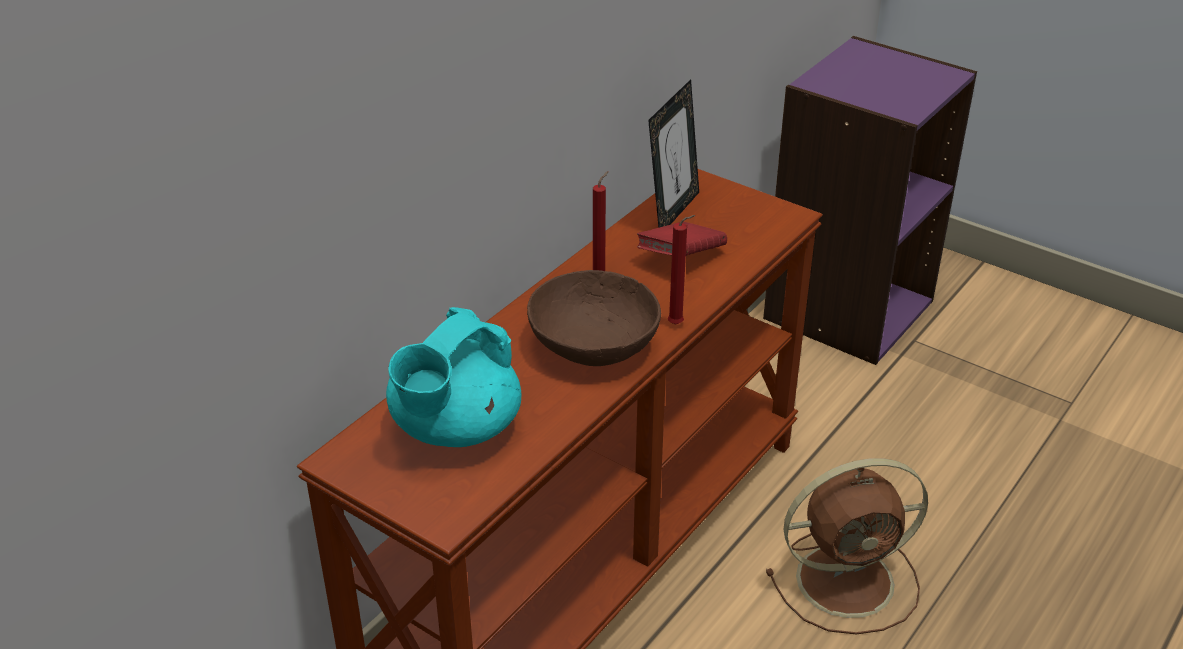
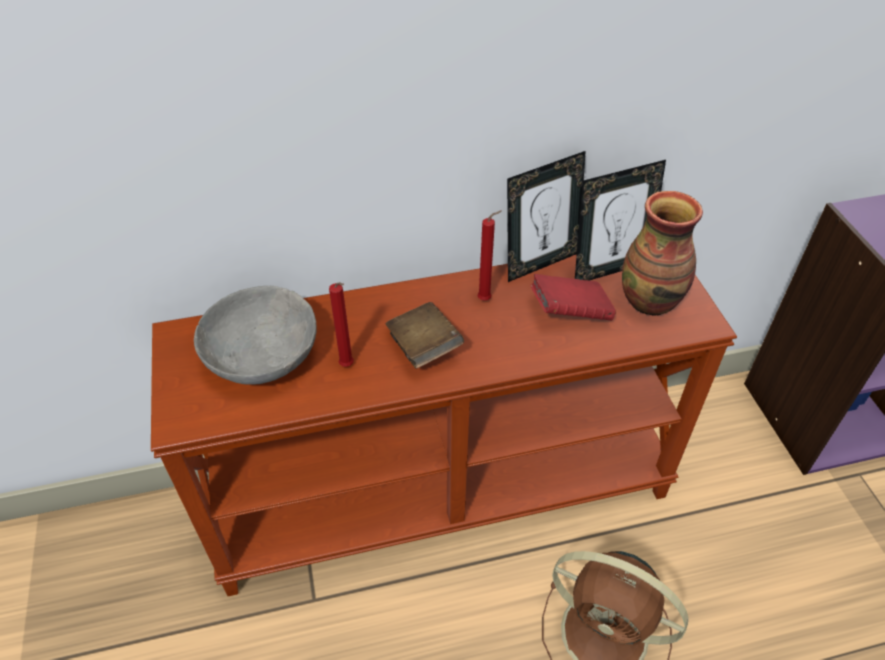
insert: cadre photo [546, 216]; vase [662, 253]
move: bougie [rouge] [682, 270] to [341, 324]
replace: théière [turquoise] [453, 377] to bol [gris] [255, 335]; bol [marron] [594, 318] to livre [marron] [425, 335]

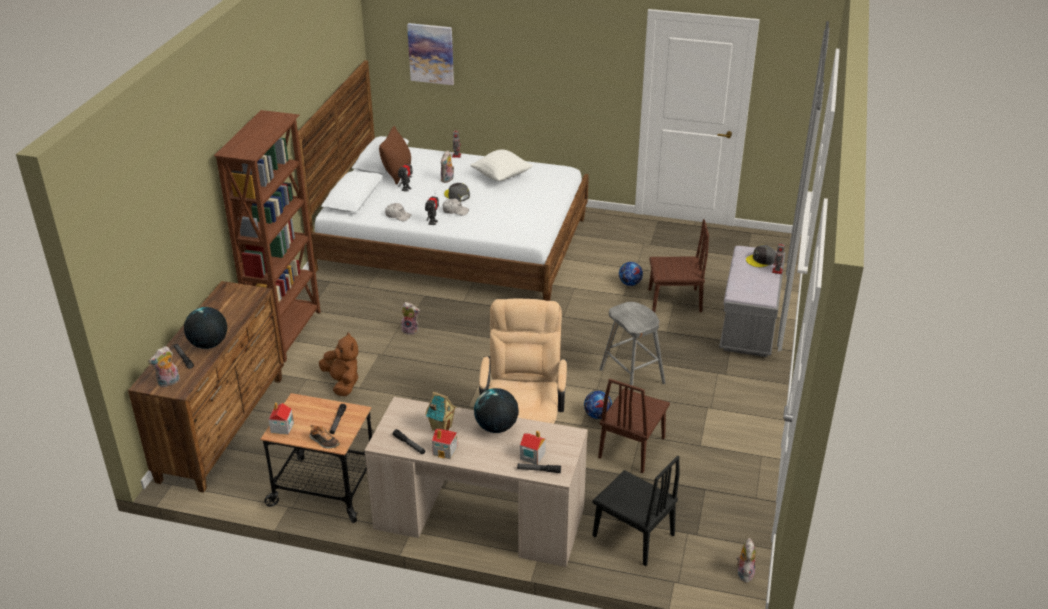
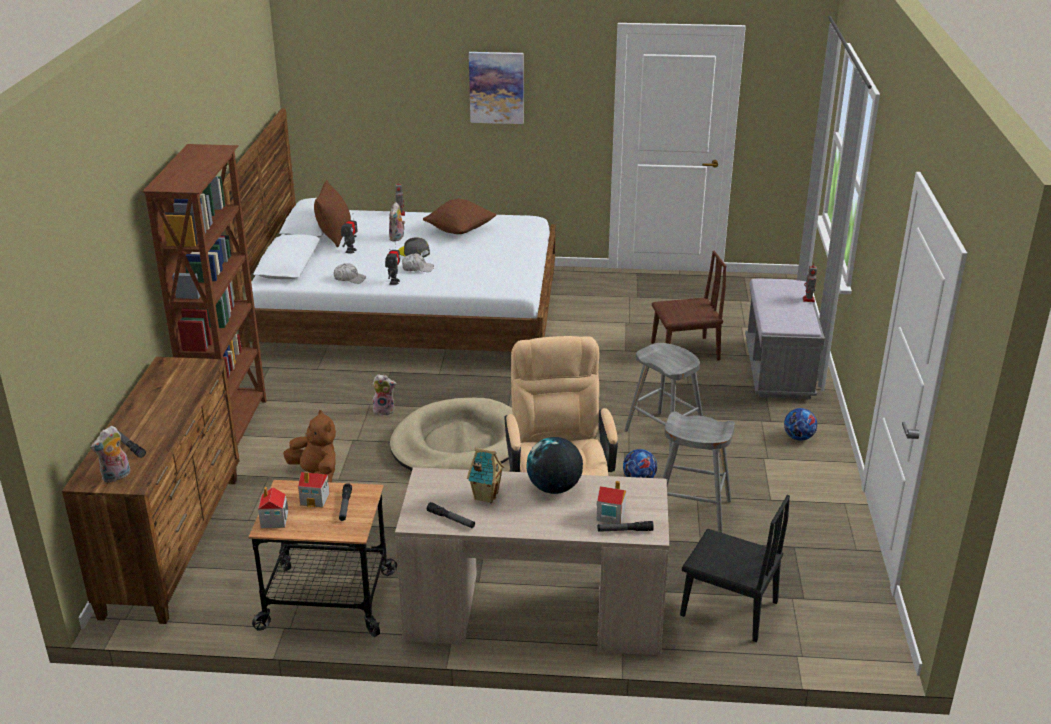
delete: globe [205, 328]; chaussure [324, 437]; peluche [746, 561]; casquette [gris] [761, 256]
insert: panier pour chien [beige] [451, 434]
move: tableau [430, 54] to [496, 88]; maison miniature [445, 444] to [314, 490]; ballon de foot [631, 274] to [800, 424]
replace: chaise [marron] [634, 426] to tabouret [gris] [698, 472]
recolor: coussin [blanc] [501, 165] to coussin [marron] [460, 216]

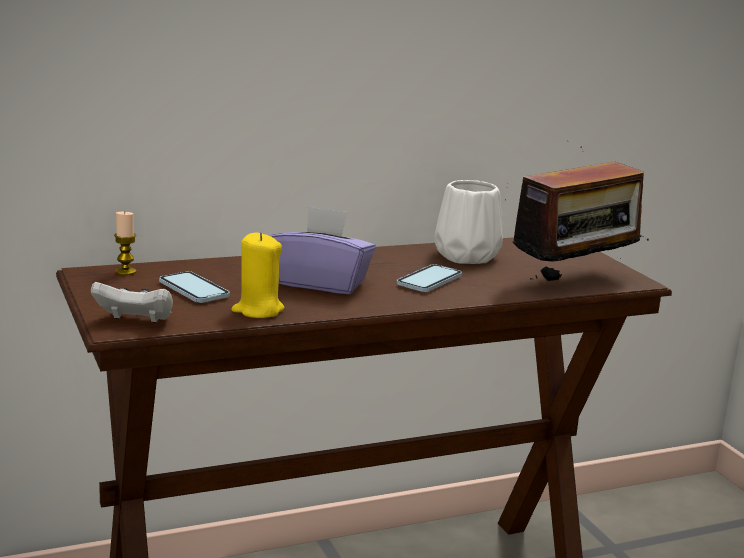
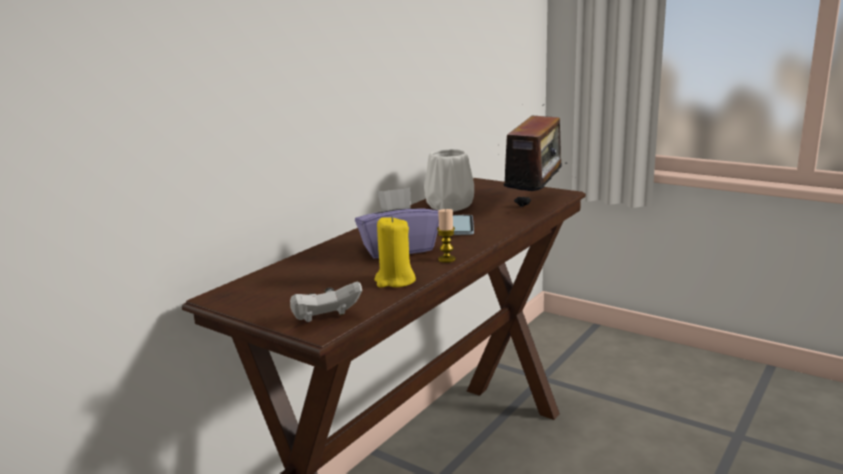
delete: téléphone [194, 287]
move: bougie [125, 244] to [446, 236]

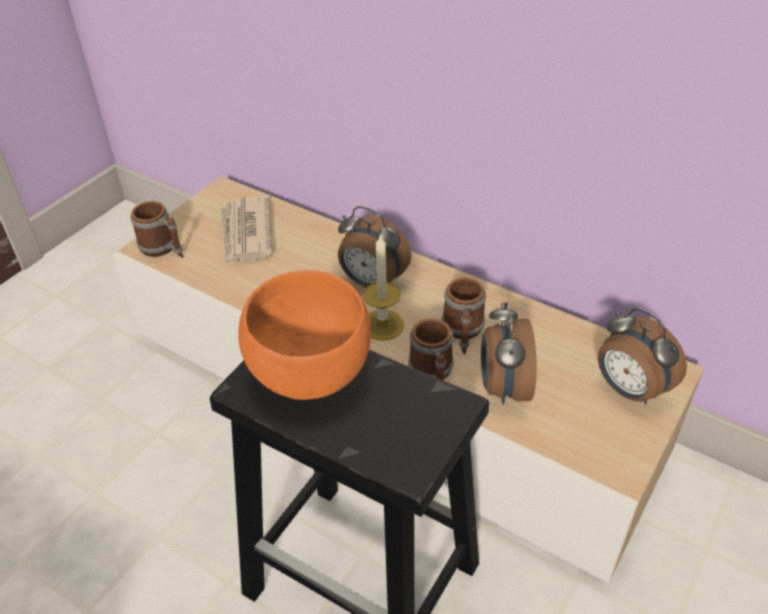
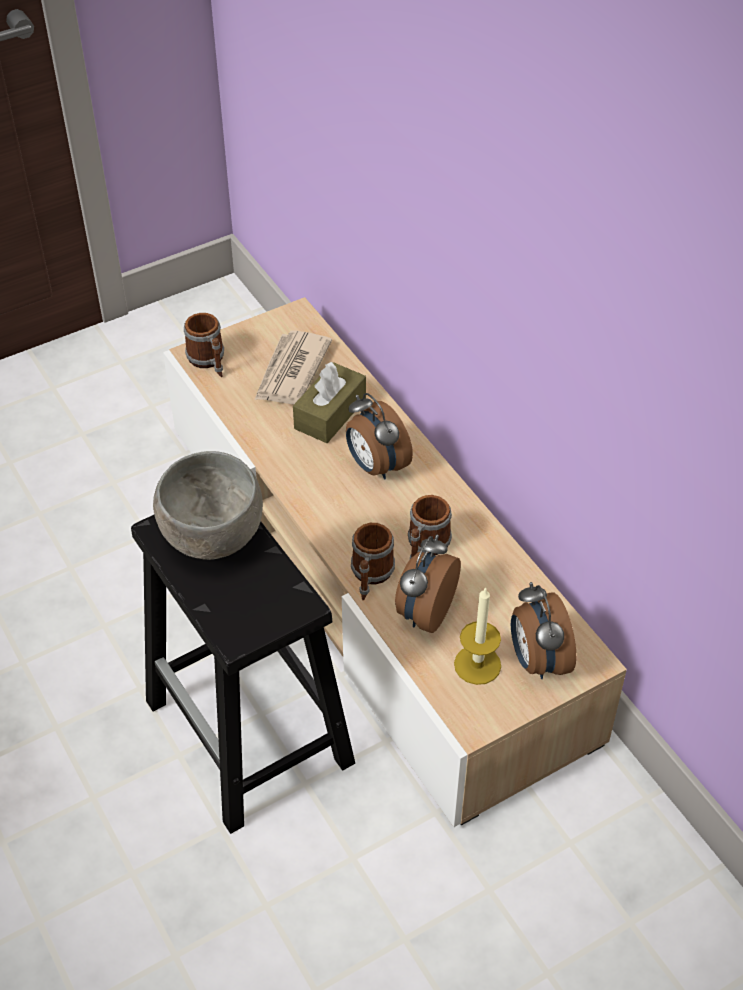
insert: boîte à mouchoirs [marron] [329, 402]
move: bougie [383, 287] to [477, 636]
recolor: bol [orange] [304, 335] to bol [gris] [208, 505]

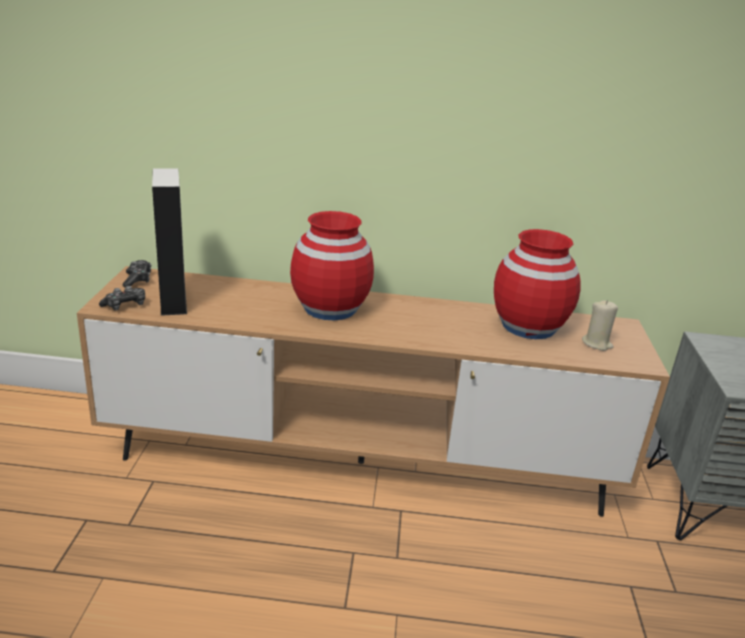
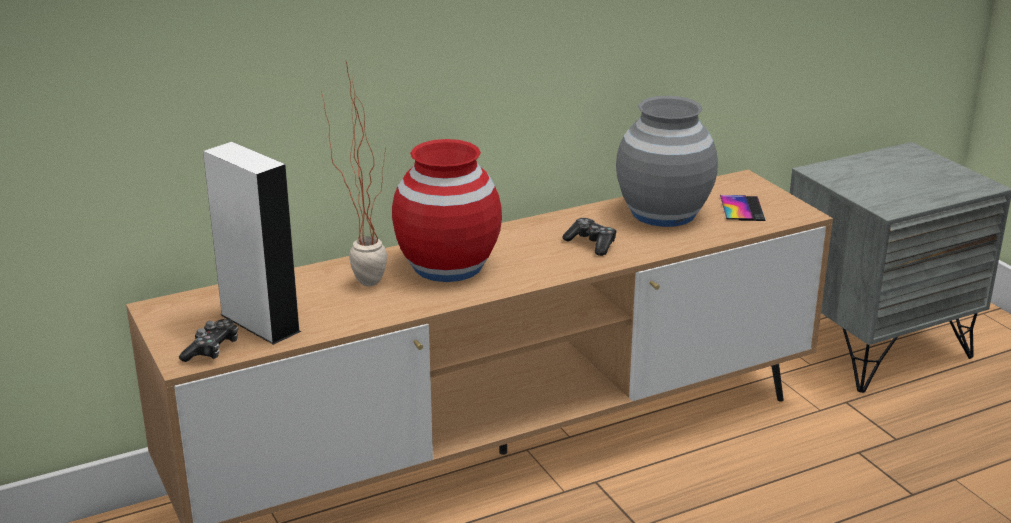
insert: plante en pot [354, 173]
move: manette [136, 273] to [589, 237]
replace: bougie [beige] [600, 325] to téléphone [743, 208]
recolor: vase [rouge] [537, 284] to vase [gris] [667, 161]

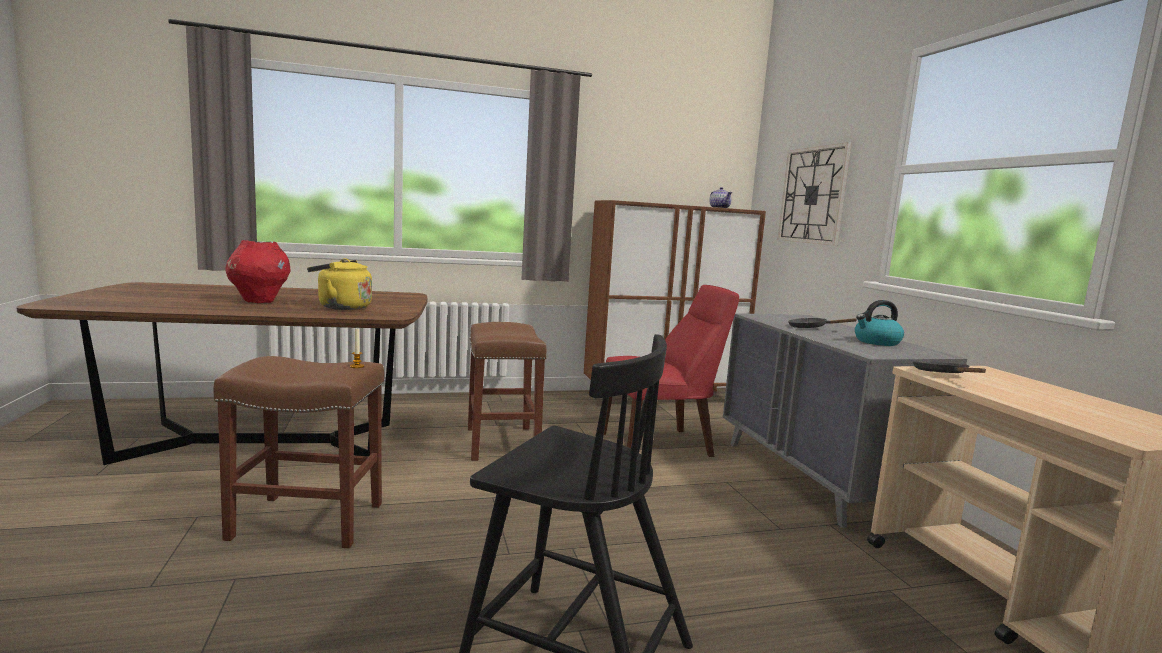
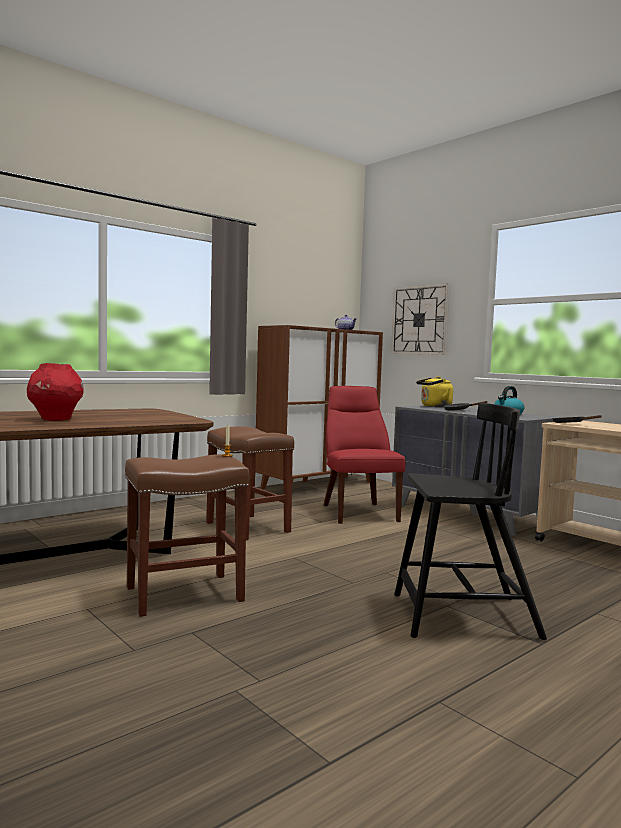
move: bouilloire [jaune] [339, 284] to [434, 391]
rotate: chaise [rouge] [671, 371] = [364, 455] 60 degrees counterclockwise

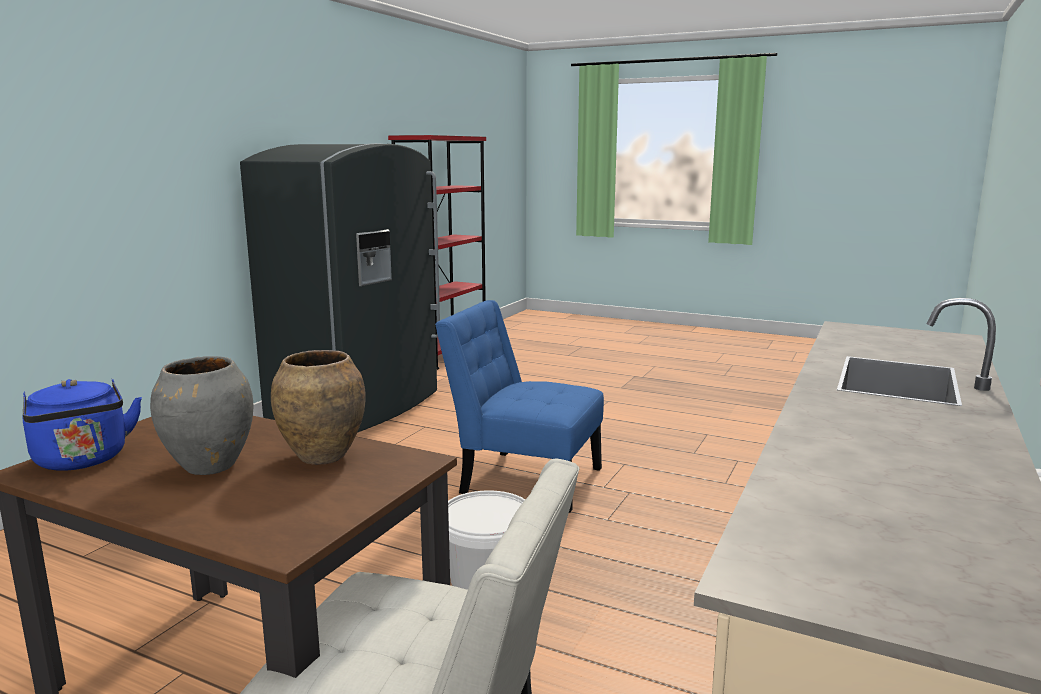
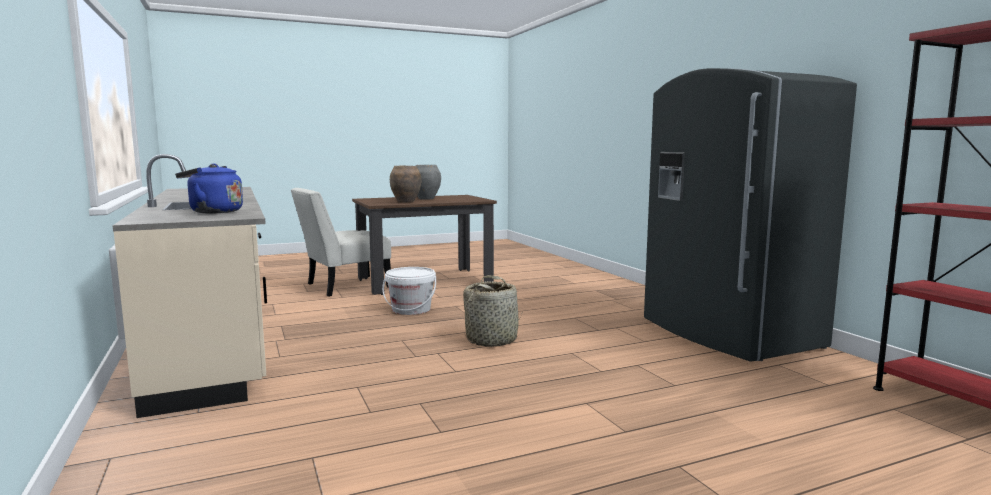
move: bouilloire [bleu] [82, 425] to [209, 188]
replace: chaise [bleu] [519, 406] to panier [493, 311]

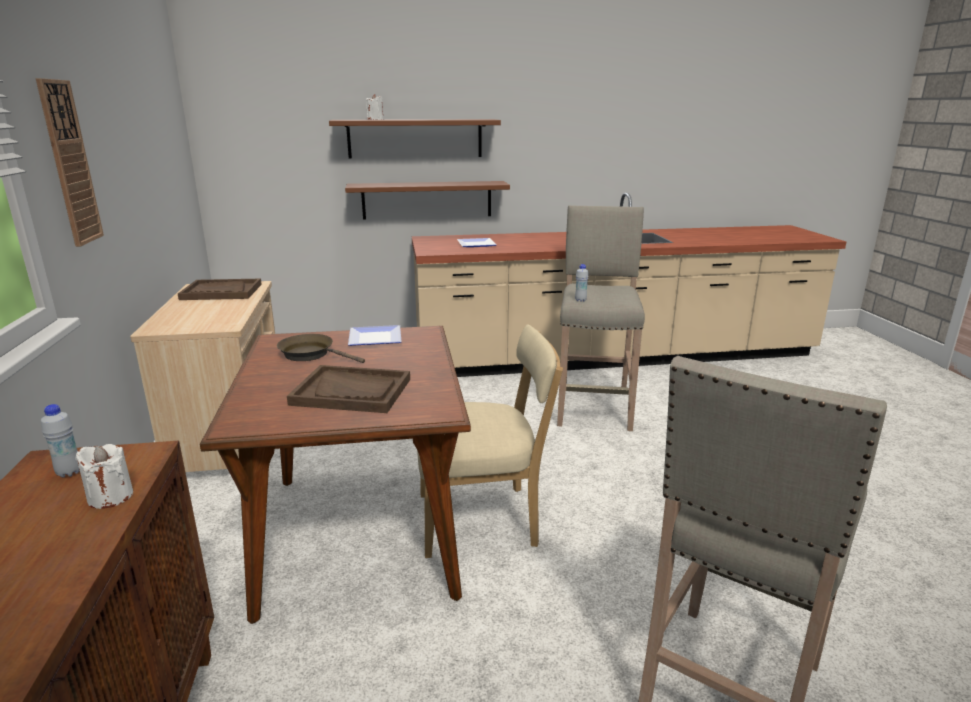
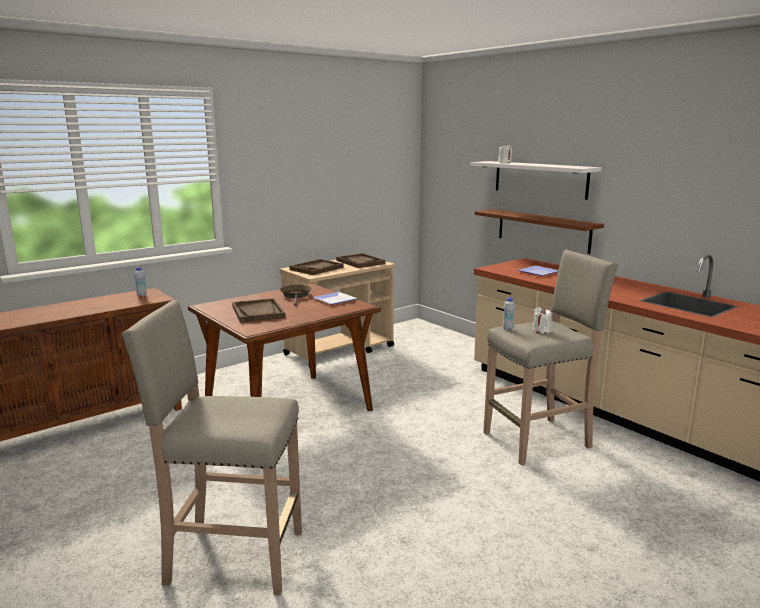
delete: horloge murale [70, 162]; chaise [beige] [490, 441]
insert: plateau [marron] [316, 267]
move: bougie [blanc] [104, 476] to [542, 320]
recolor: étagère [marron] [415, 138] to étagère [blanc] [536, 180]

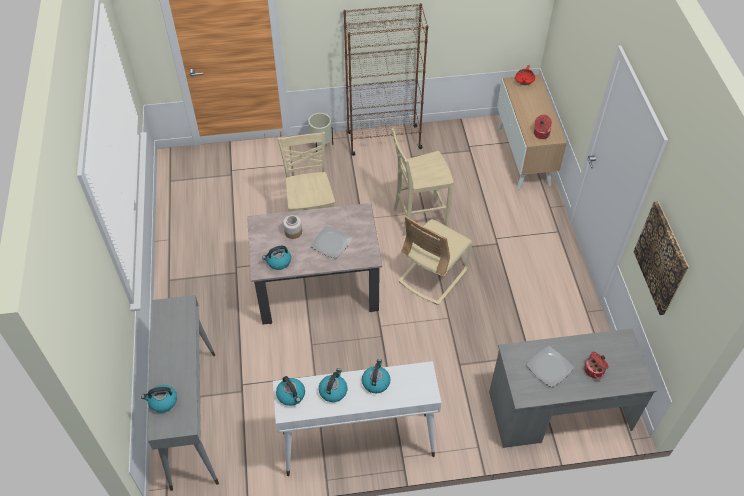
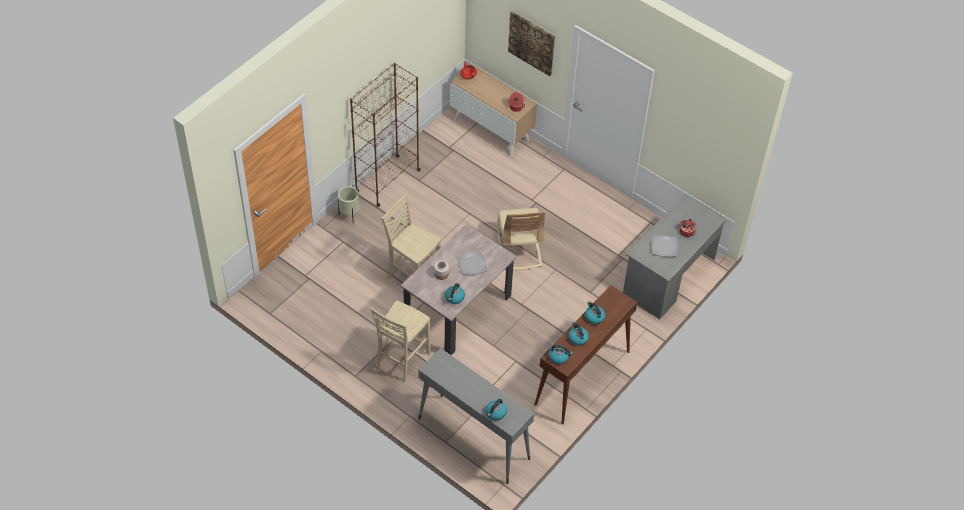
move: chaise [beige] [423, 182] to [400, 341]; tableau [661, 258] to [531, 43]
recolor: table console [blanc] [357, 418] to table console [marron] [585, 355]

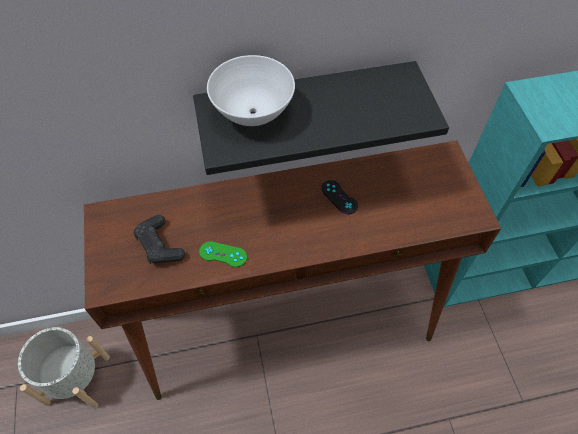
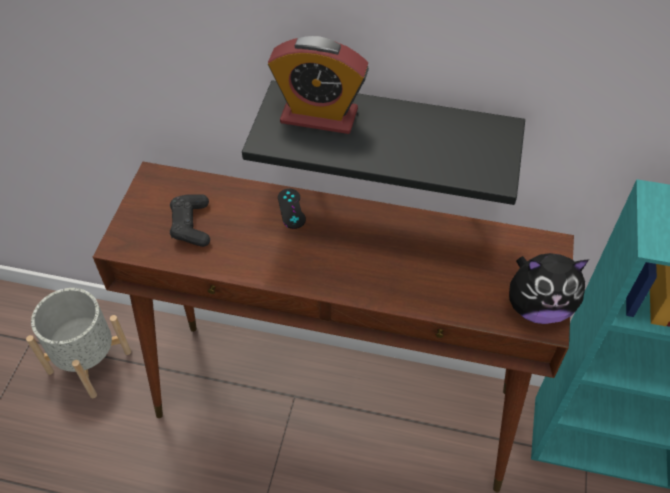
delete: manette [vert] [223, 254]
insert: peluche [549, 288]
move: manette [noir] [339, 197] to [292, 209]
replace: bol [blanc] [251, 90] to réveil [318, 85]

